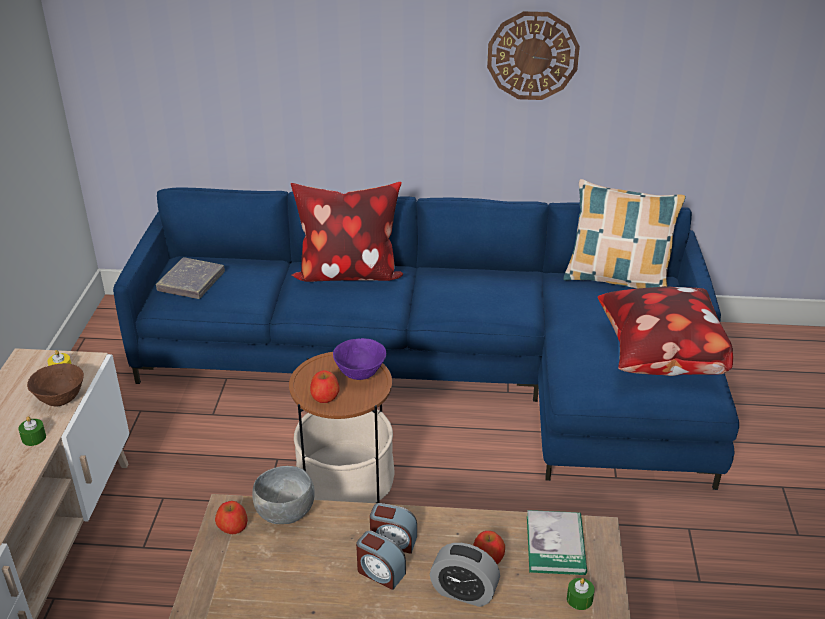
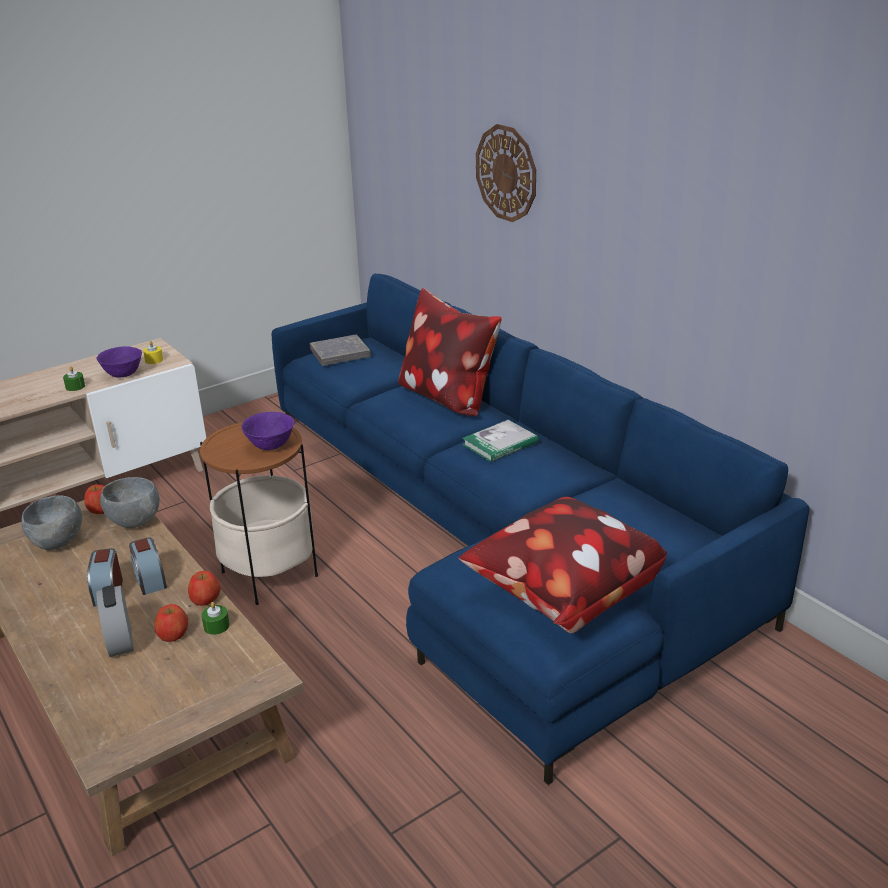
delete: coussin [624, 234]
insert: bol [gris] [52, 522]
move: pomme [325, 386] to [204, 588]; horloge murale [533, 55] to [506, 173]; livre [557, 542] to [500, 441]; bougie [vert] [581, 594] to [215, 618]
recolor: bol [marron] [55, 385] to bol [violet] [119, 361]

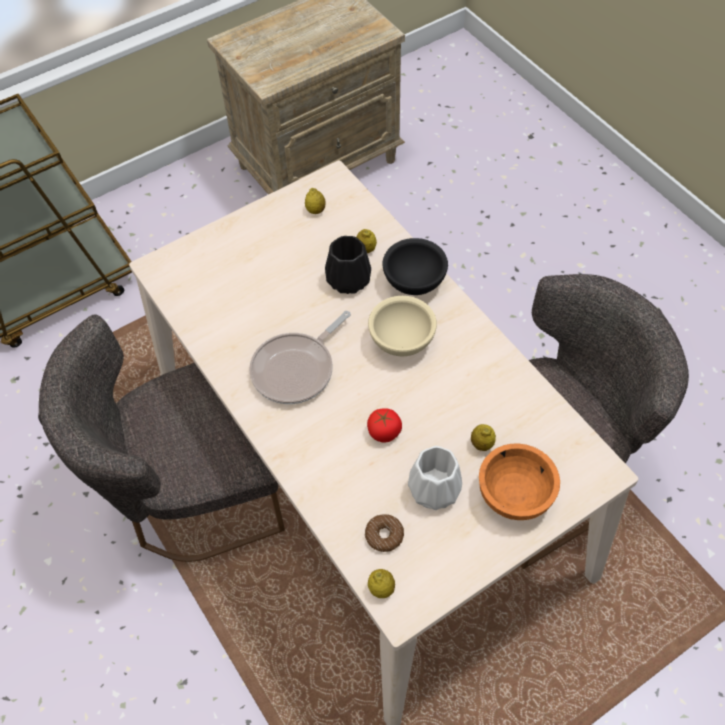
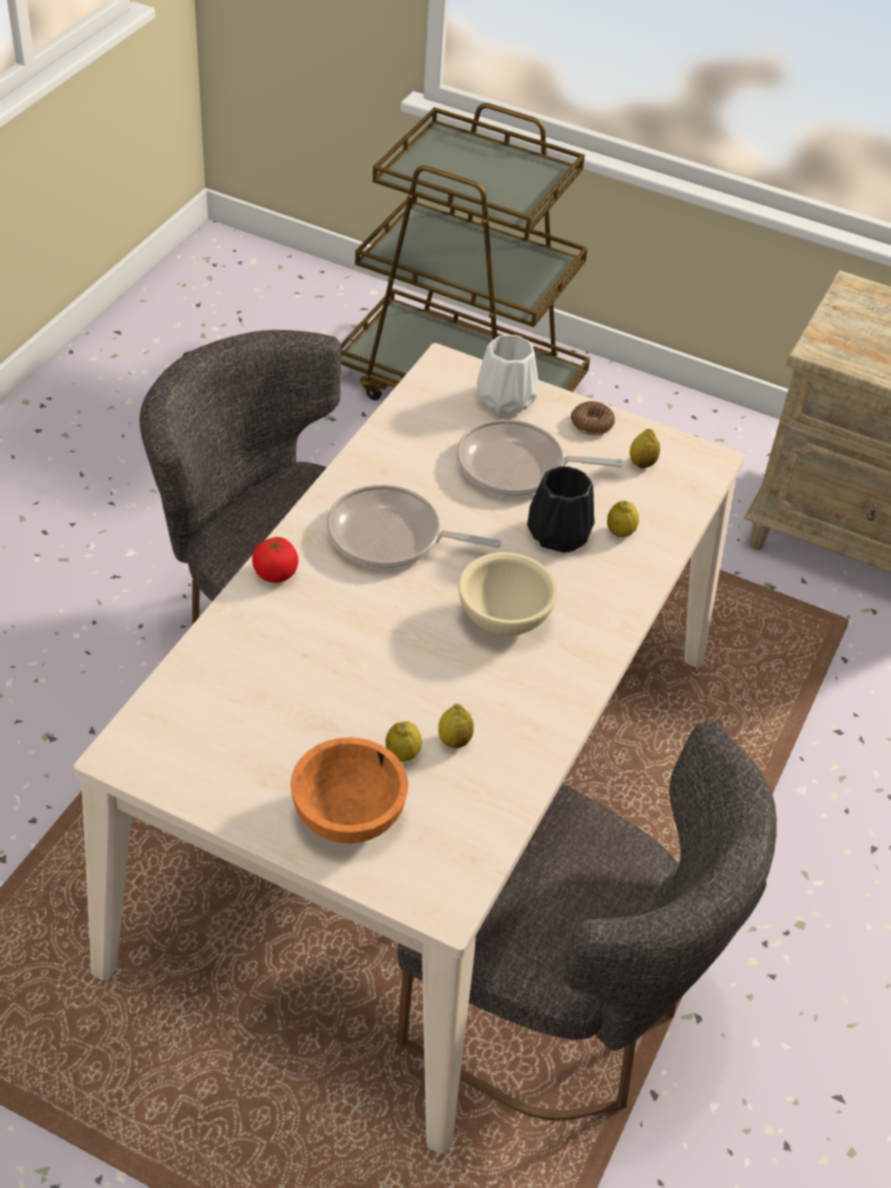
delete: bol [noir] [415, 266]
insert: poêle [540, 457]
move: beignet [384, 533] to [593, 418]; tomate [384, 425] to [275, 560]; citron [381, 583] to [456, 726]; vase [blanc] [435, 478] to [507, 374]

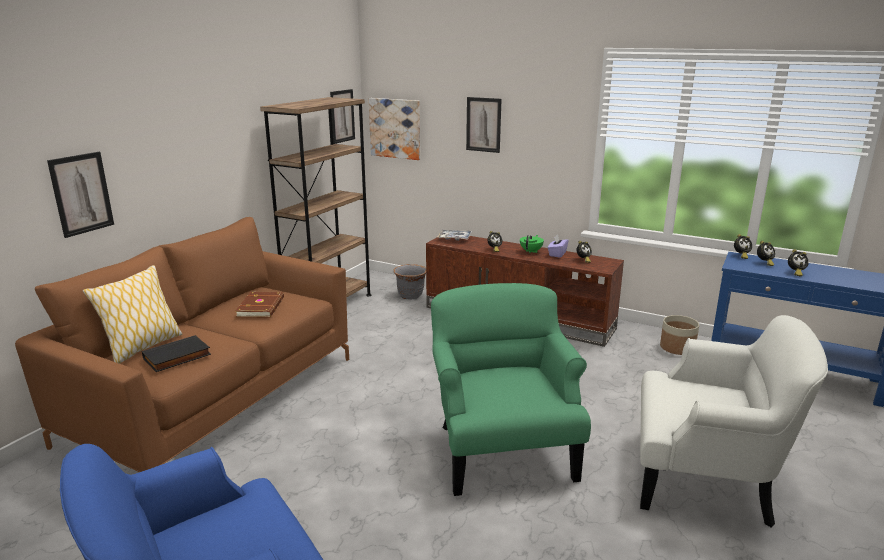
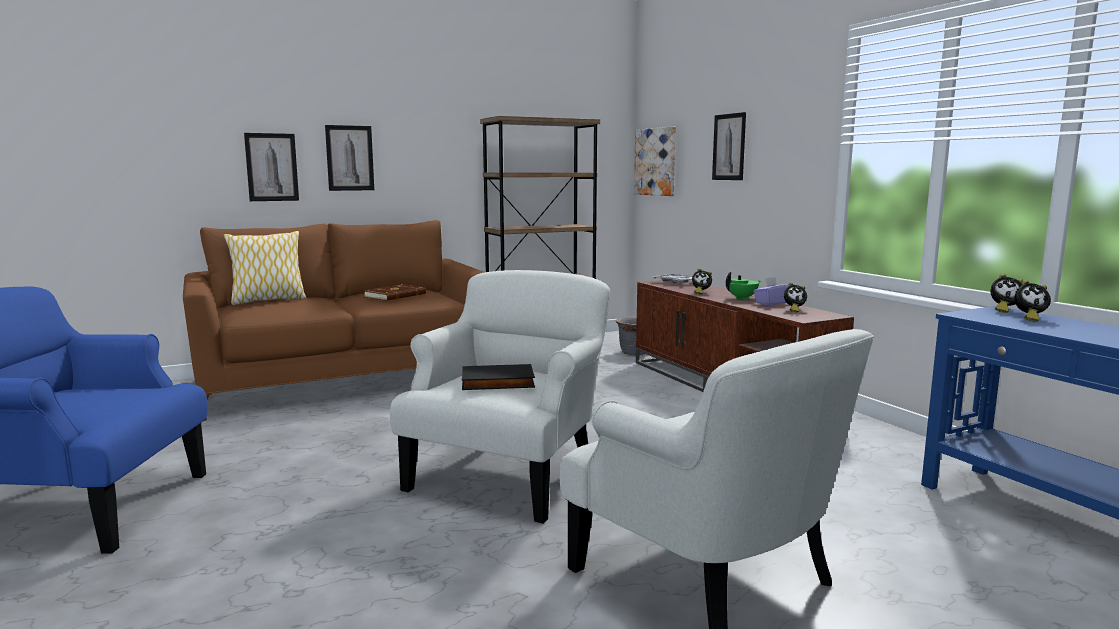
delete: cache-pot [679, 335]; réveil [798, 262]
move: livre [noir] [176, 353] to [498, 377]; tableau [342, 116] to [349, 158]
recolor: fauteuil [vert] [511, 389] to fauteuil [blanc] [500, 397]

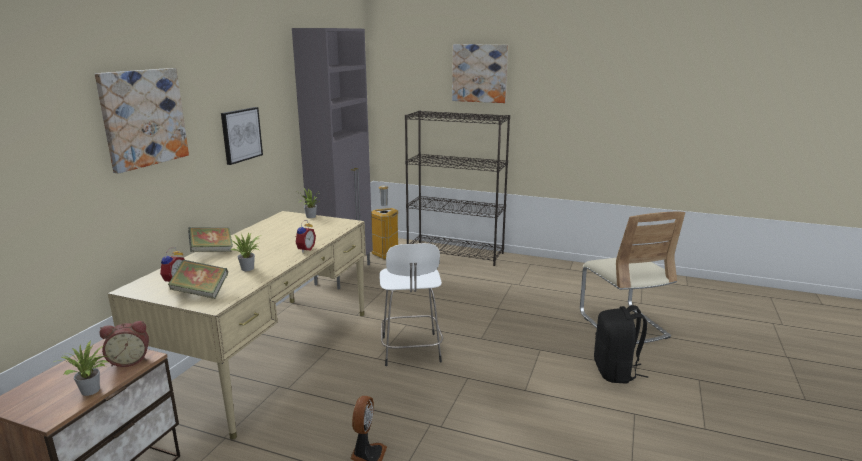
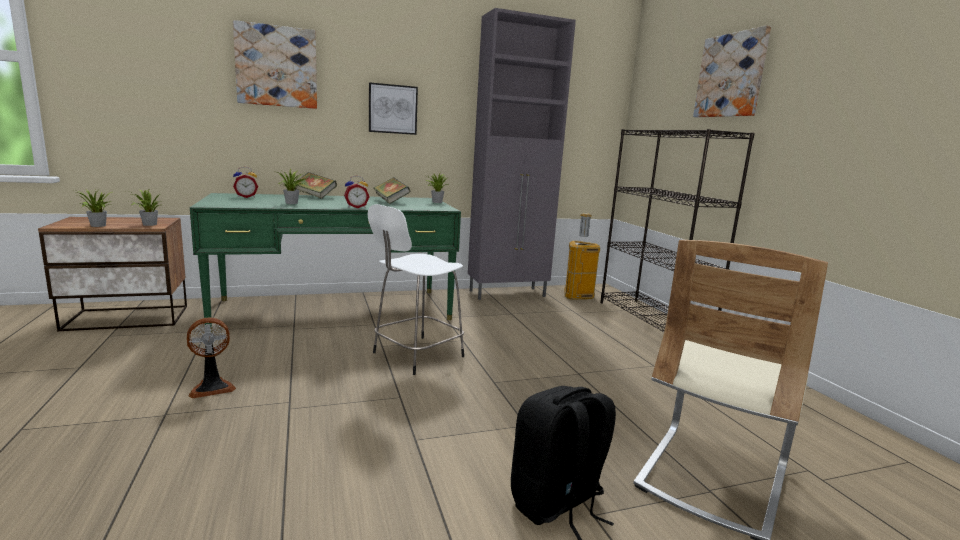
move: livre [198, 279] to [392, 191]
replace: réveil [124, 344] to plante en pot [145, 208]
recolor: bureau [beige] [237, 325] to bureau [vert] [325, 262]

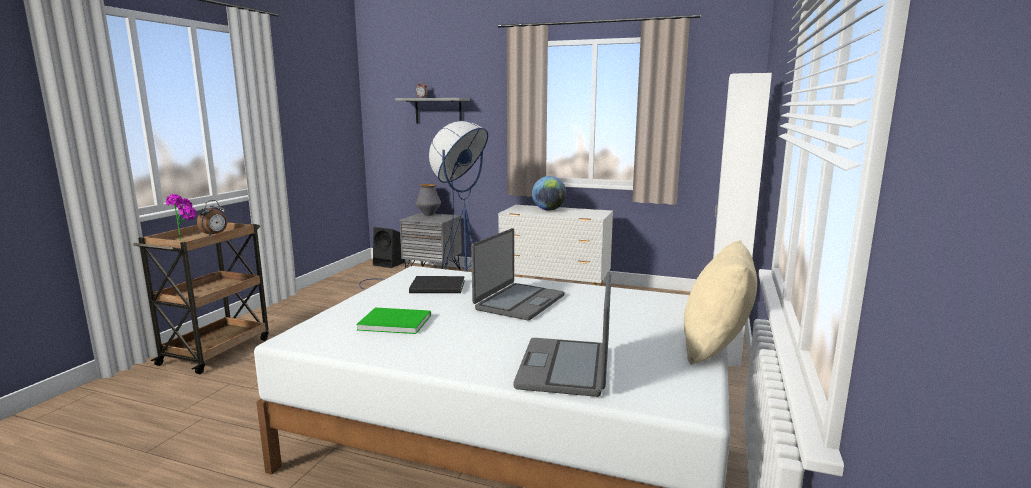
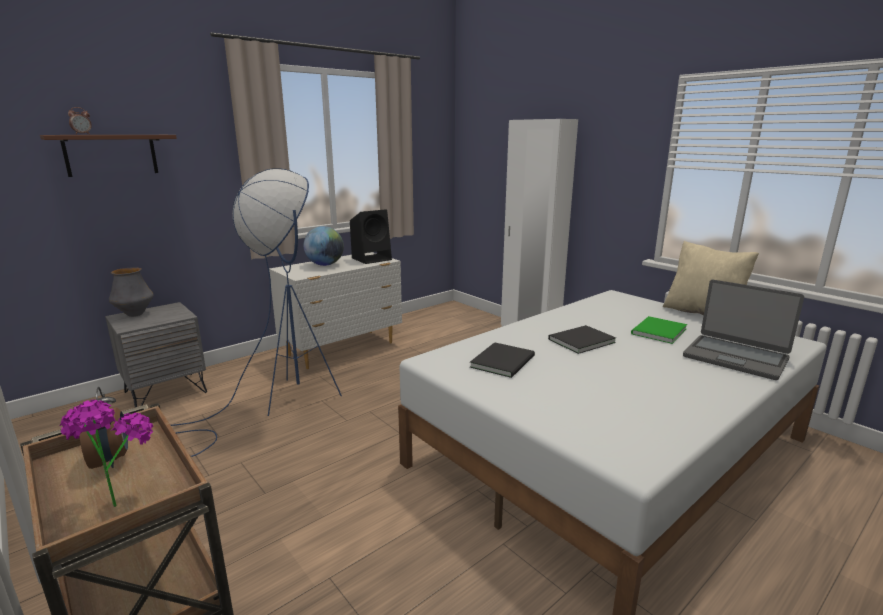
move: livre [vert] [393, 321] to [659, 330]; enceinte [noir] [389, 247] to [371, 236]
replace: ordinateur portable [517, 274] to livre [noir] [582, 339]
recolor: étagère [gris] [432, 111] to étagère [marron] [108, 156]

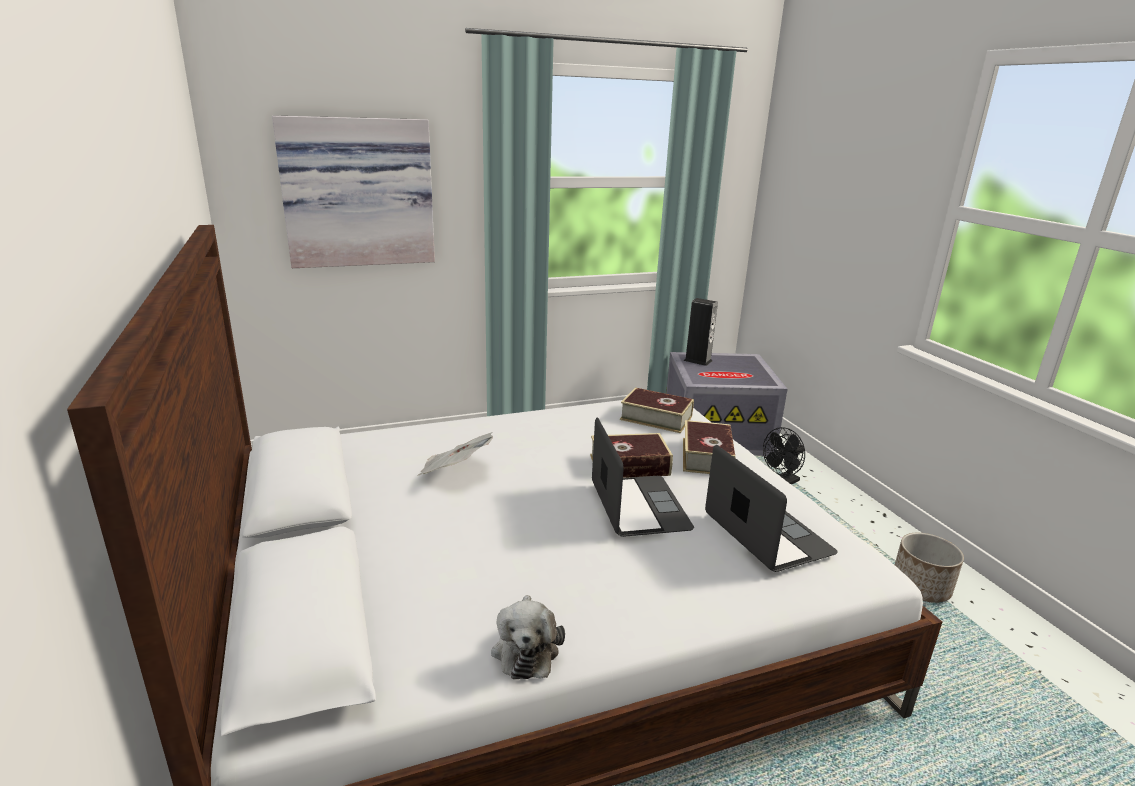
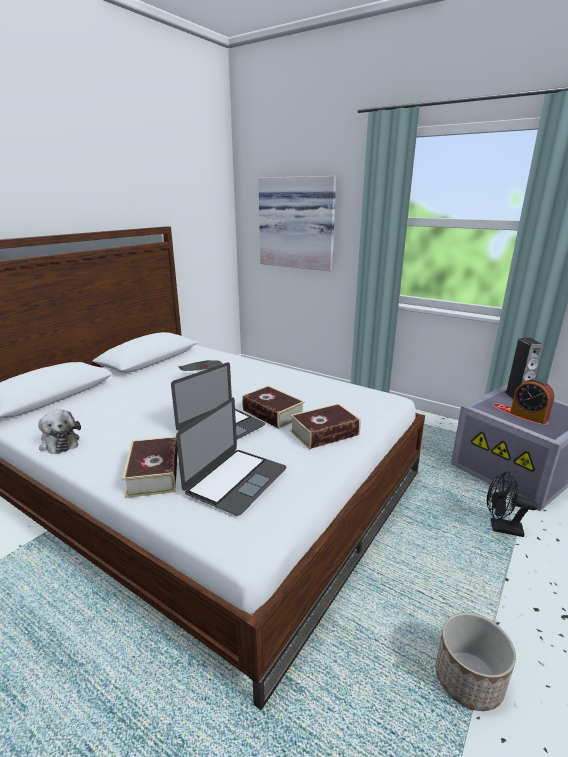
insert: réveil [532, 401]
move: livre [657, 410] to [150, 467]
rotate: peluche [528, 637] = [59, 432] 90 degrees counterclockwise

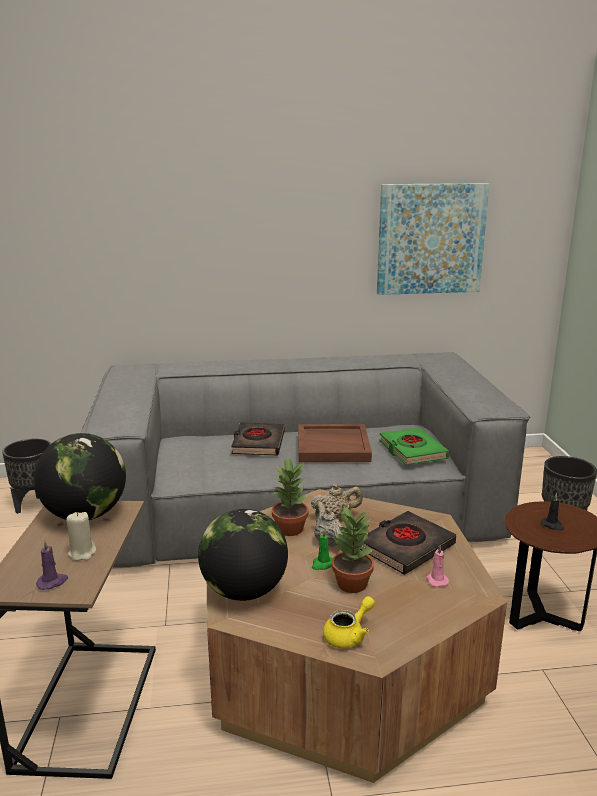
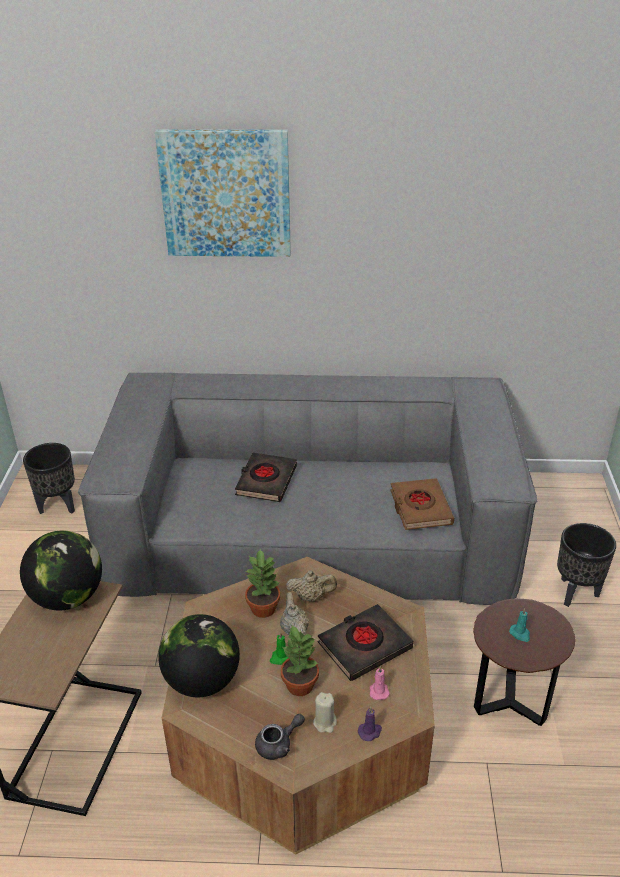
delete: plateau [marron] [335, 443]
move: bougie [violet] [52, 565] to [370, 724]; bougie [beige] [81, 536] to [325, 712]; tableau [433, 239] to [223, 193]
recolor: théière [jaune] [349, 622] to théière [gris] [280, 737]; livre [vert] [414, 446] to livre [marron] [422, 504]; bougie [noir] [552, 511] to bougie [turquoise] [519, 625]

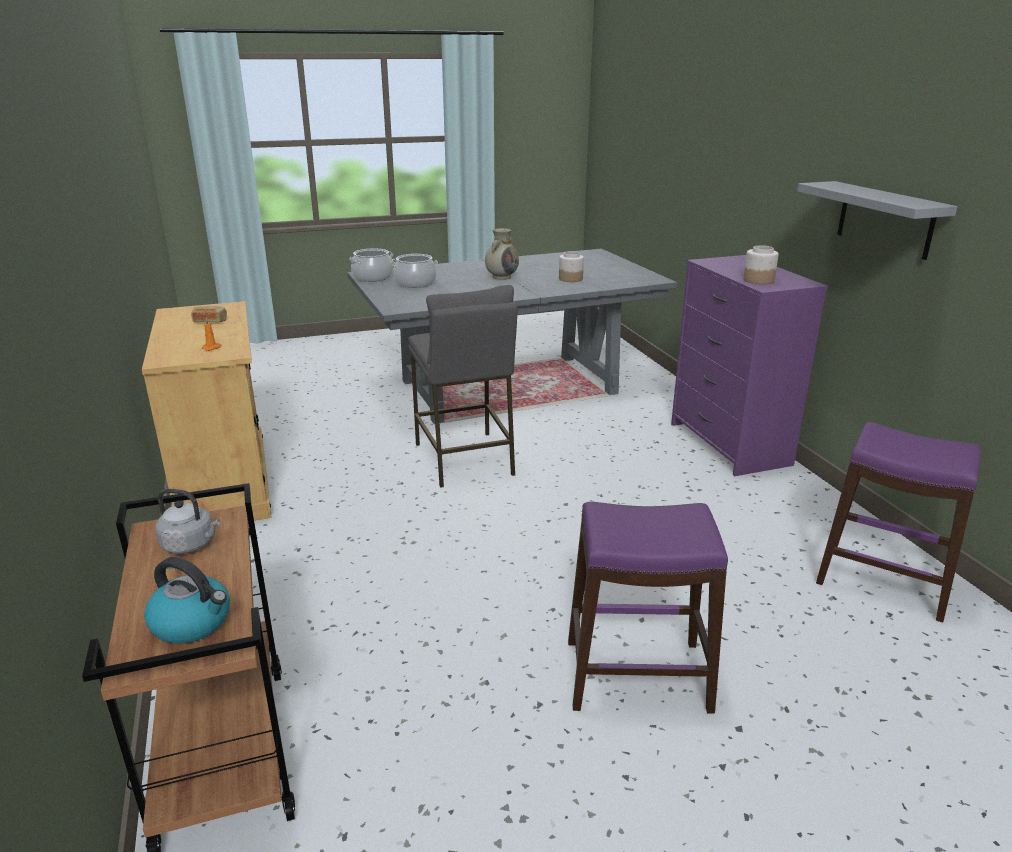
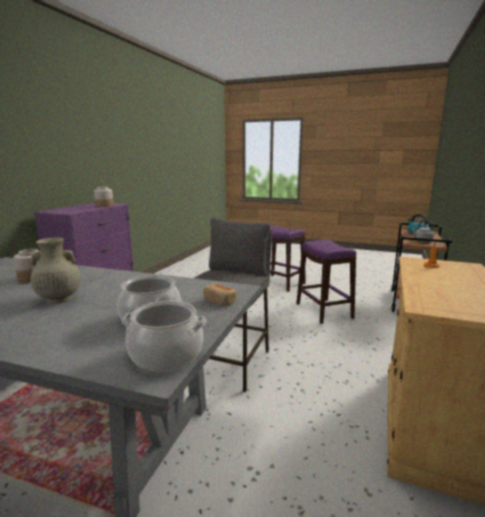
delete: étagère [gris] [877, 220]
move: pain [209, 314] to [219, 294]; tabouret [violet] [898, 522] to [326, 282]

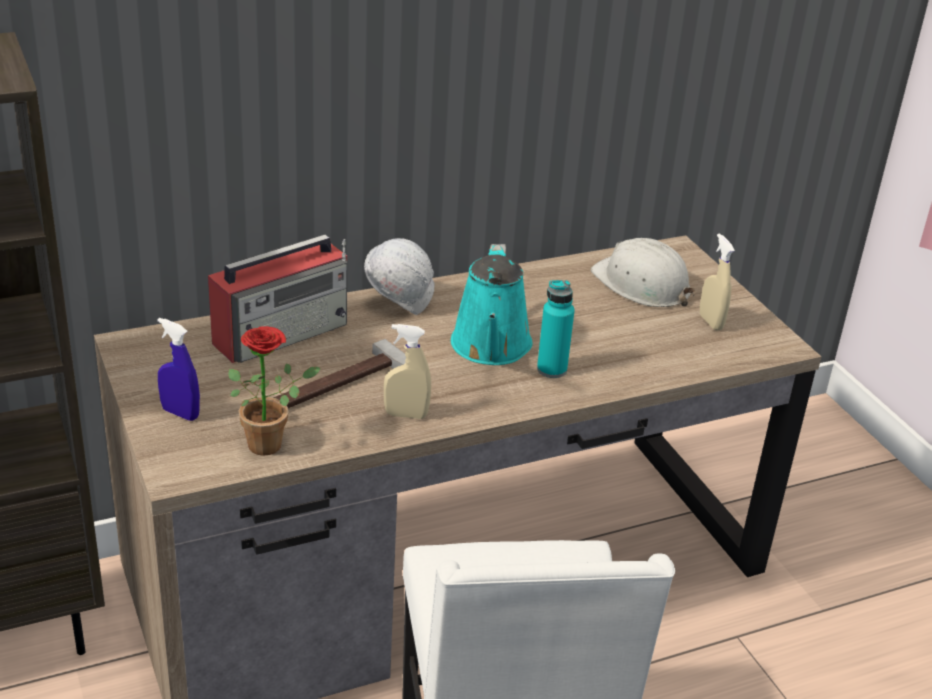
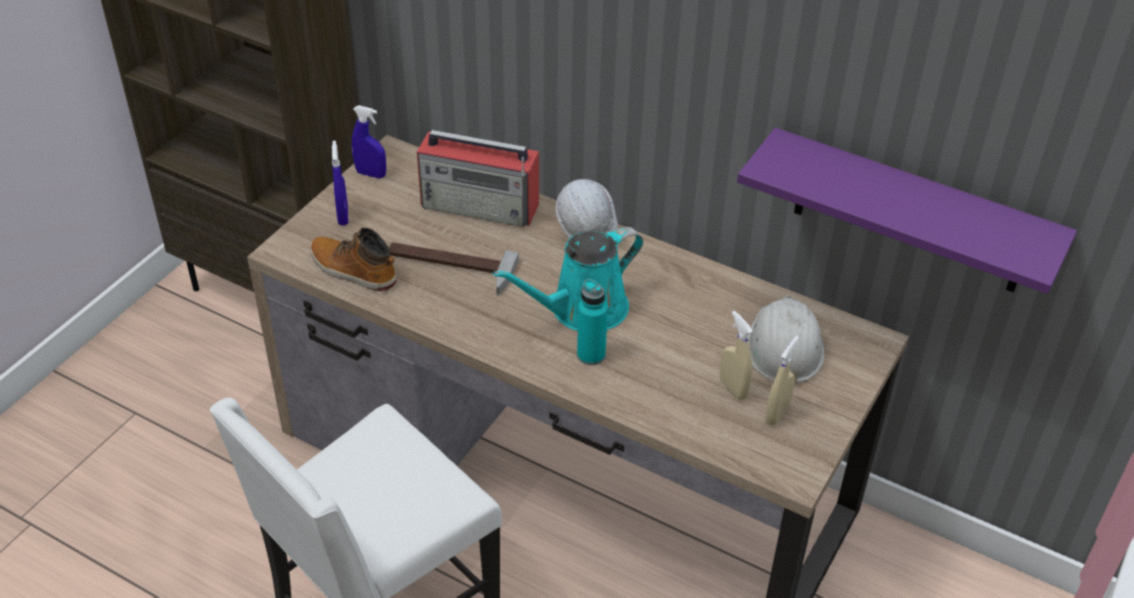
insert: vaporisateur [bleu] [369, 141]; étagère [violet] [907, 210]
move: vaporisateur [beige] [407, 371] to [736, 355]
replace: plante en pot [274, 391] to botte [353, 259]

